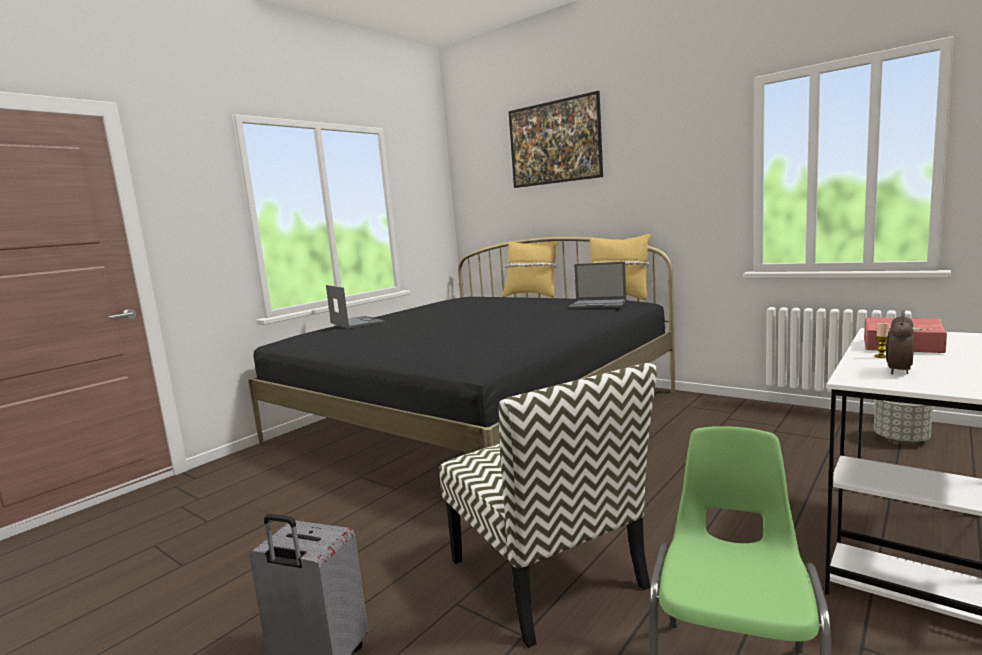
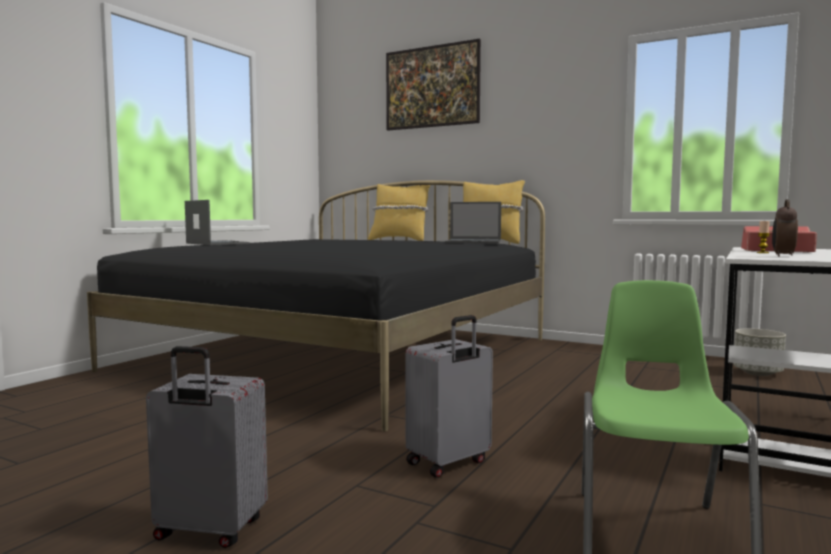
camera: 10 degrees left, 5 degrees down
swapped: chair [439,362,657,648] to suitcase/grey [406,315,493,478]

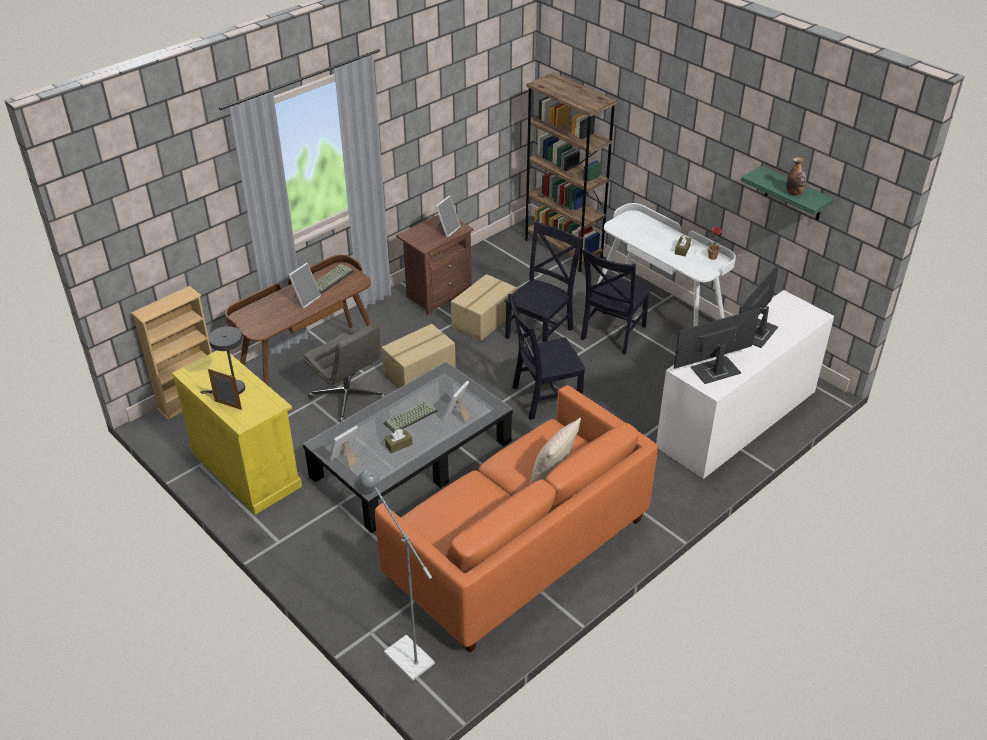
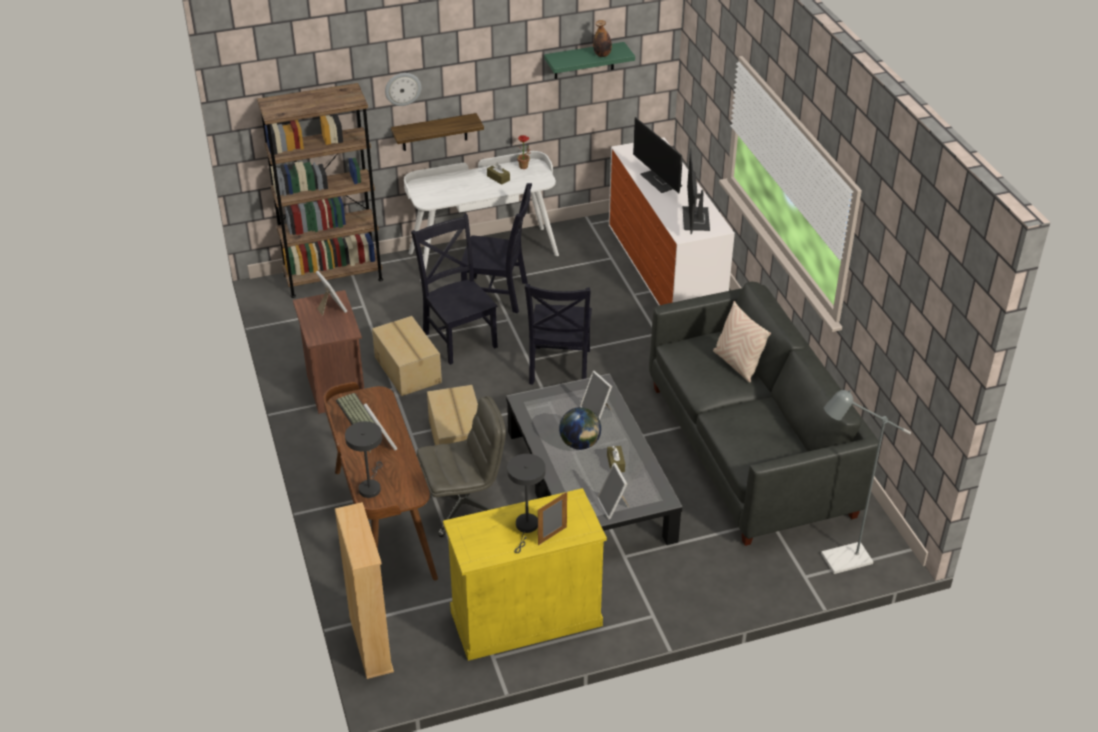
camera: 65 degrees left, 0 degrees up
new: table lamp/grey [345,421,383,498]; wall clock [385,73,421,106]; shelf [391,113,484,151]
swapped: keyboard [384,400,438,433] to globe [559,407,601,450]
repainted: sofa/orange [375,385,658,653] to sofa/grey [649,282,879,546]
rotated: chair/black [581,248,651,354] = [460,183,532,313] 45 degrees counterclockwise

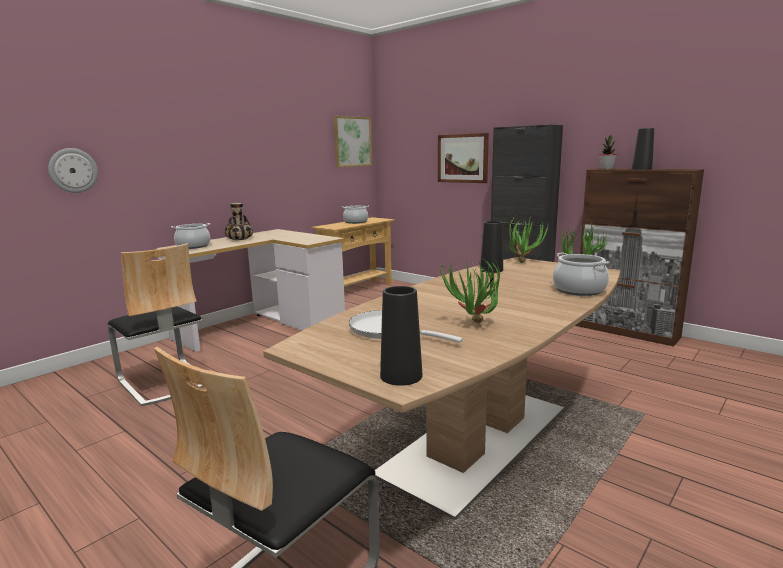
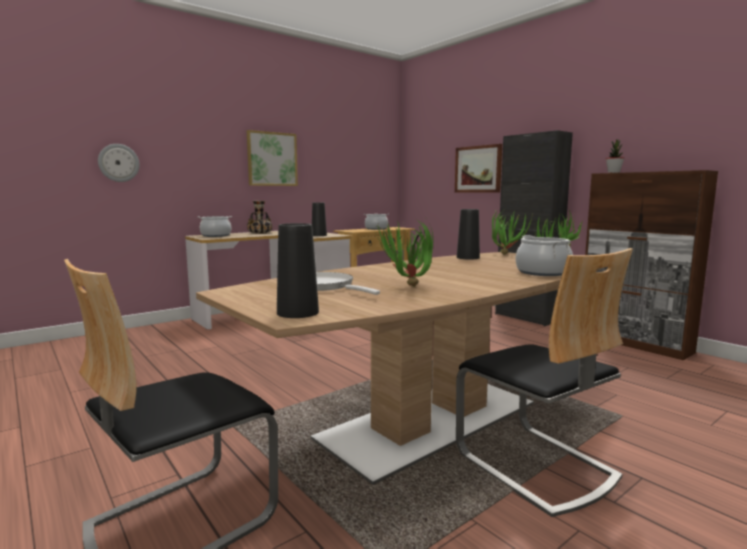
camera: 10 degrees right, 5 degrees down
shifted: chair [108,243,205,406] to [456,248,633,517]; picture [333,116,372,167] to [247,130,298,186]; vase/black [632,128,654,170] to [312,202,327,236]

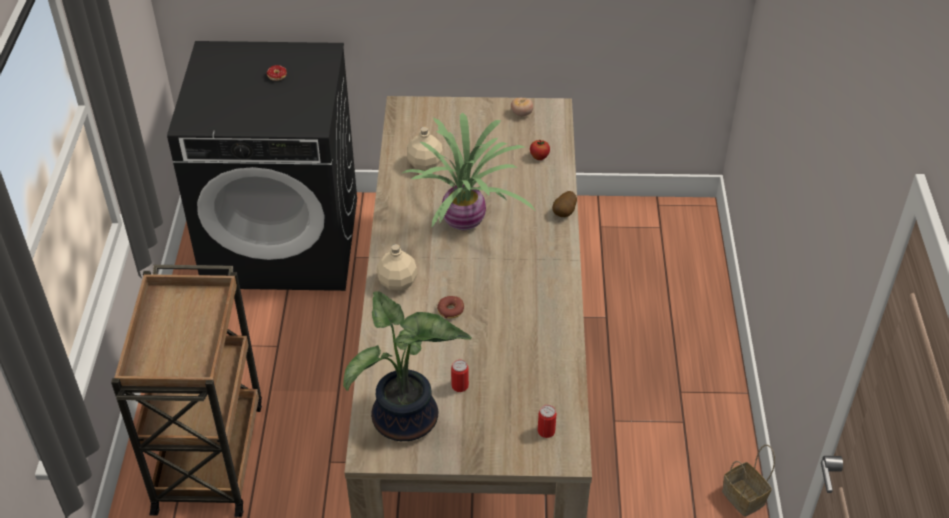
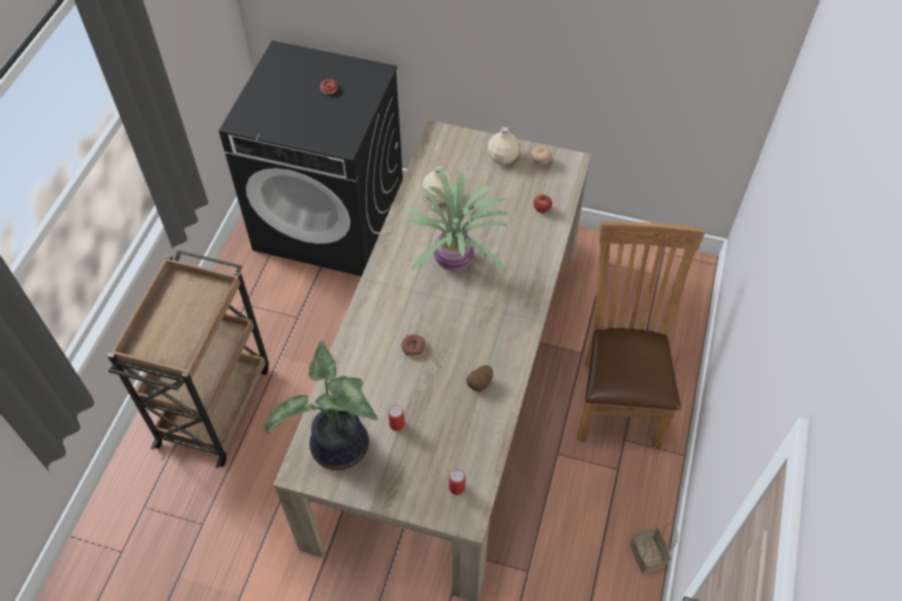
camera: 15 degrees right, 10 degrees up
new: chair/brown [577,221,705,448]
shifted: bottle/beige [377,244,418,291] to [488,127,519,165]; potato [552,191,577,217] to [466,365,493,391]

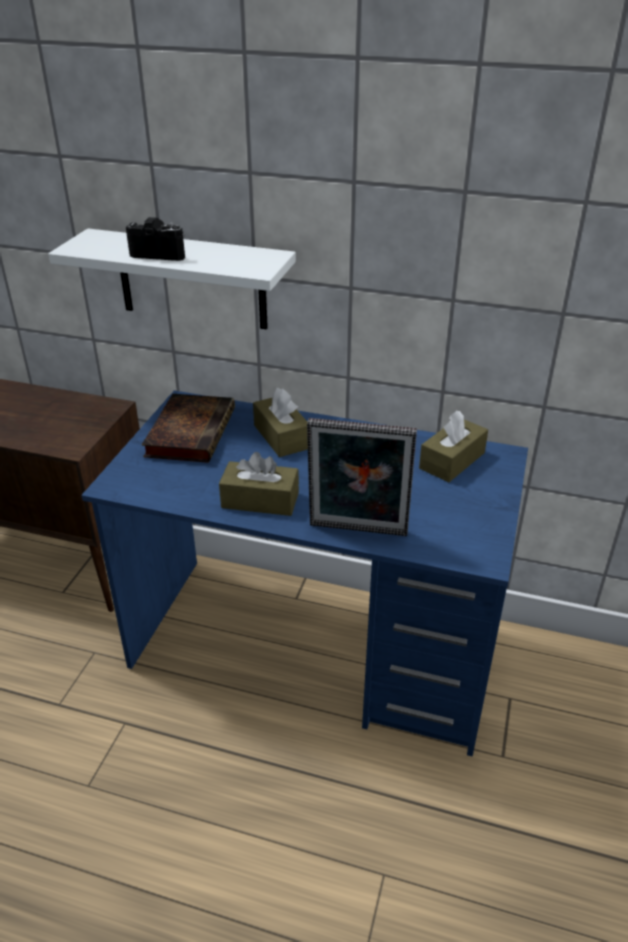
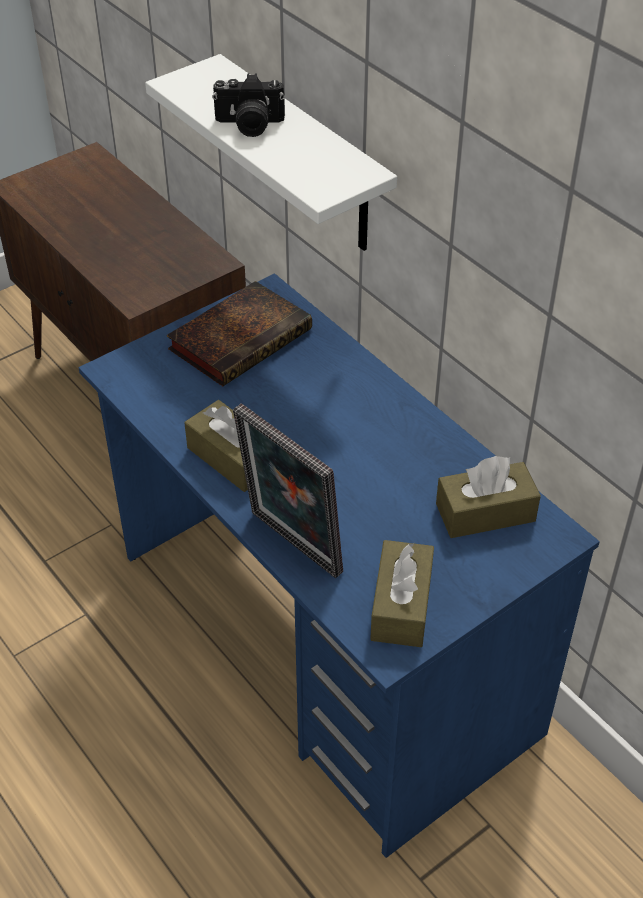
camera: 35 degrees right, 10 degrees up
shifted: tissue box/brown [253,388,308,457] to [370,540,434,647]
rotated: photo camera [126,217,185,261] = [212,74,285,137] 135 degrees clockwise

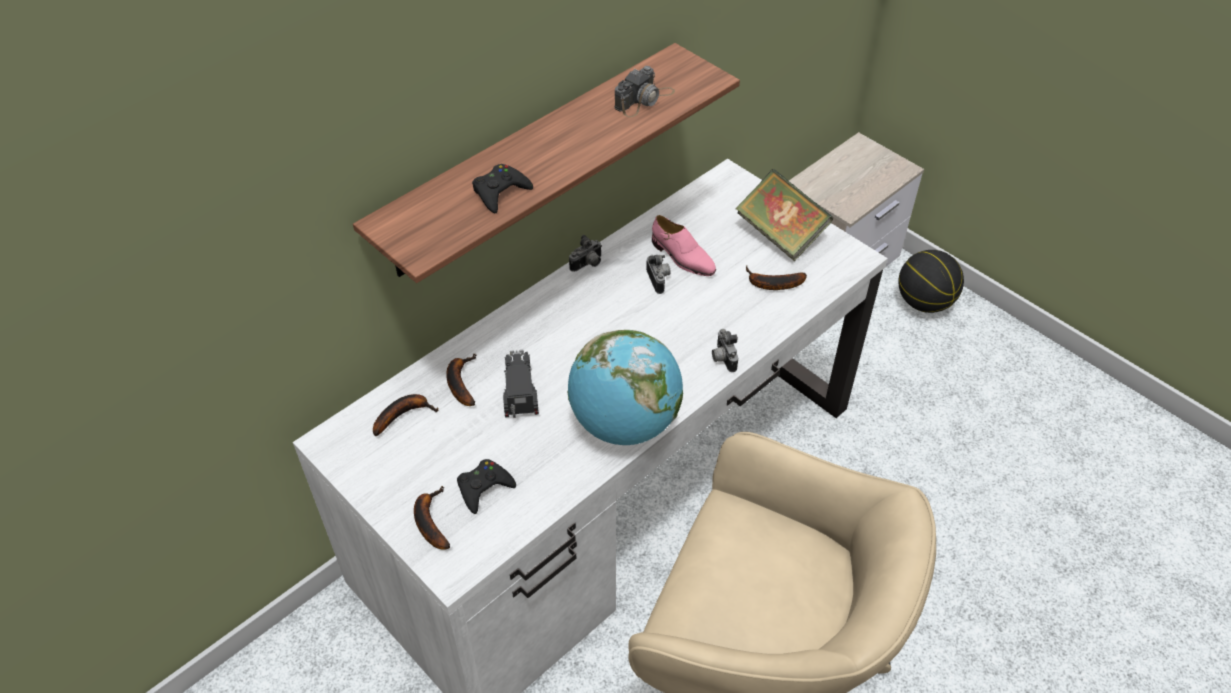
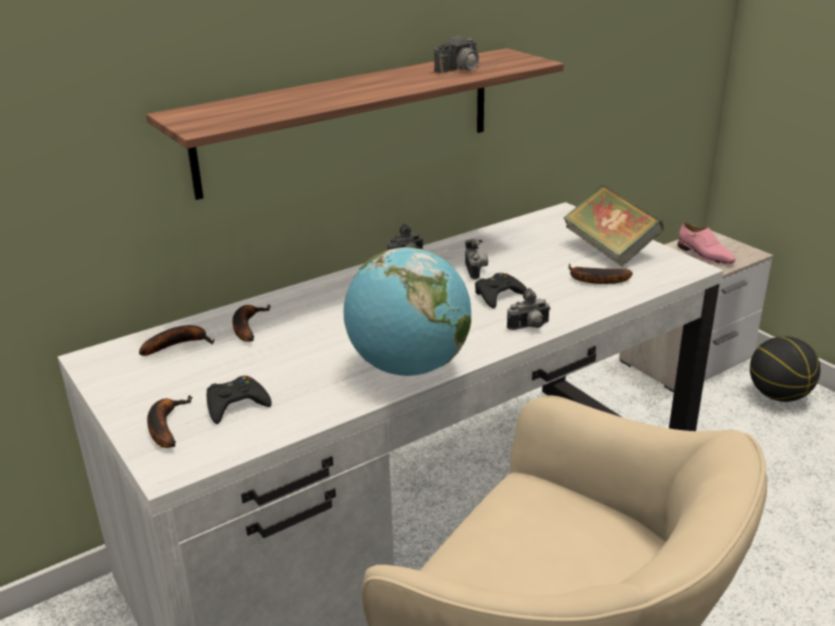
camera: 10 degrees right, 20 degrees down
gone: toy truck [503,350,539,418]
shifted: game controller/black [472,164,533,213] to [475,273,527,309]; shoe/pink [652,215,716,276] to [678,222,735,264]
rotated: photo camera [712,329,738,372] = [507,288,550,330] 105 degrees counterclockwise

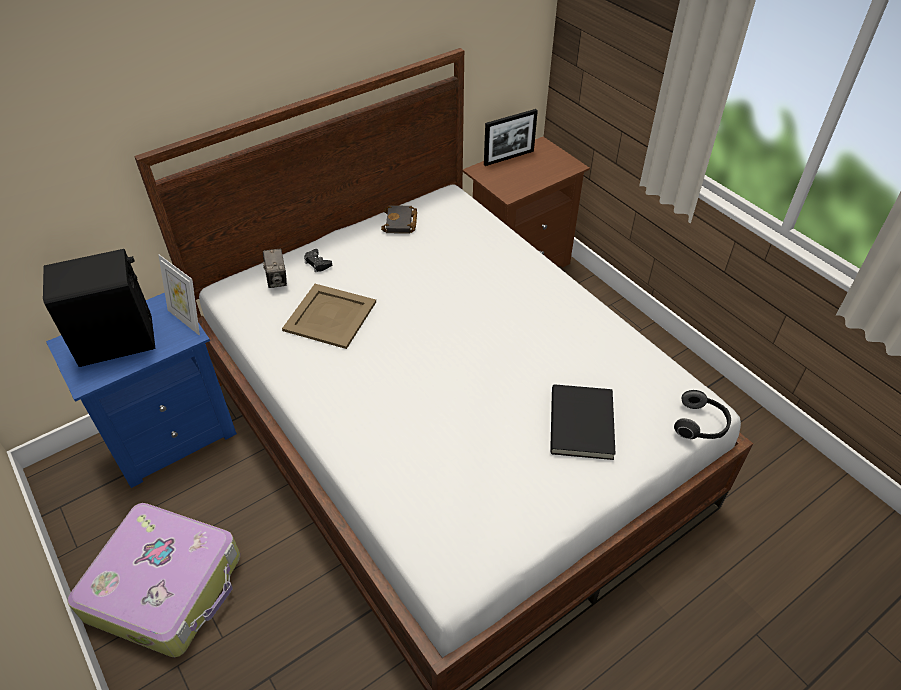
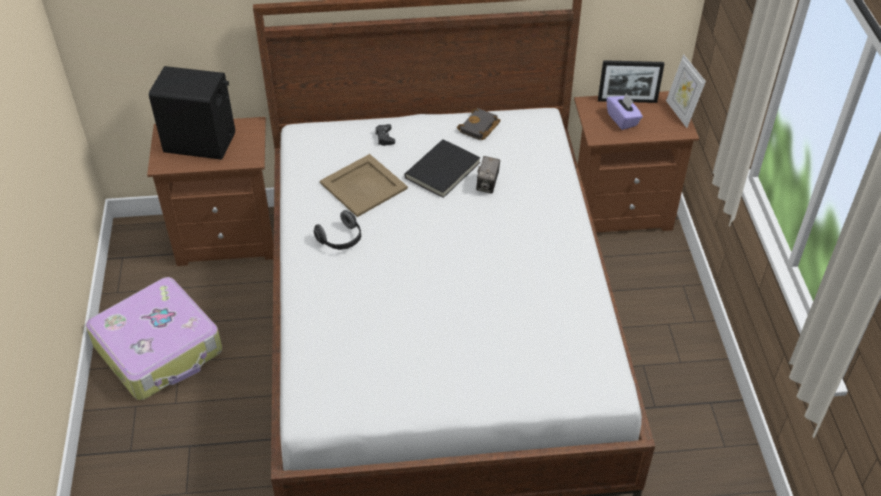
camera: 30 degrees right, 0 degrees up
new: tissue box/purple [606,93,643,130]
shifted: picture frame [158,254,200,336] to [666,54,706,128]; photo camera [263,249,287,288] to [476,156,500,194]; book/black [550,384,616,460] to [404,139,480,198]; headphones [674,390,731,439] to [313,210,361,250]
repainted: nightstand/blue [46,293,237,488] to nightstand/brown [147,117,274,266]

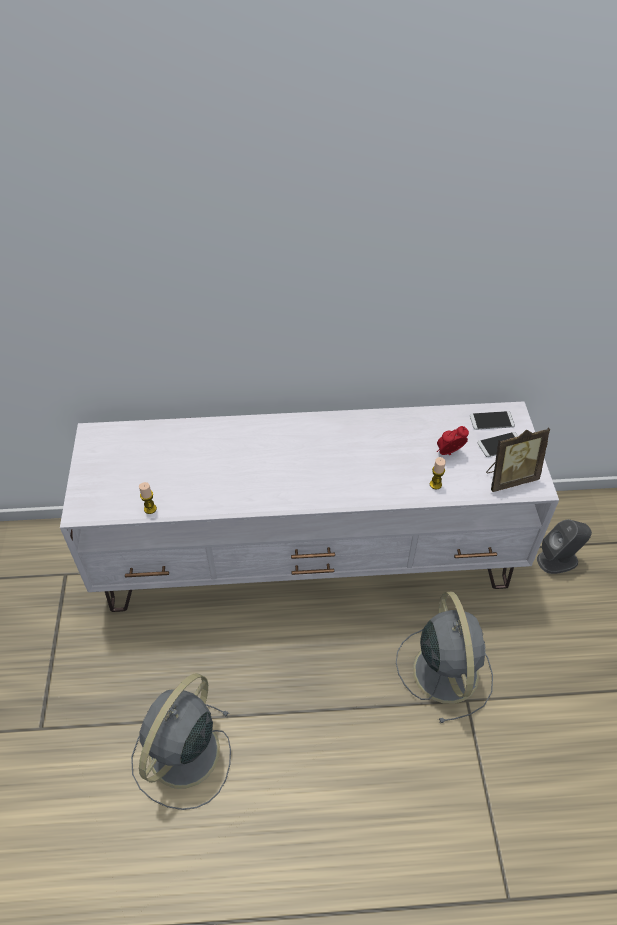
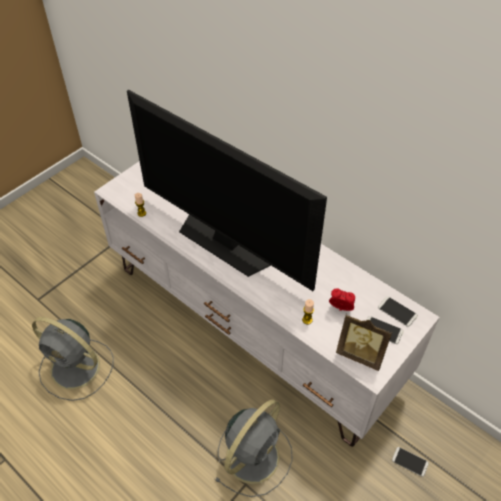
camera: 45 degrees right, 0 degrees up
new: television [127,90,327,291]
swapped: speaker/grey [537,519,592,574] to phone [392,447,429,477]
rotated: fan/grey [131,673,231,810] = [32,317,114,401] 135 degrees counterclockwise

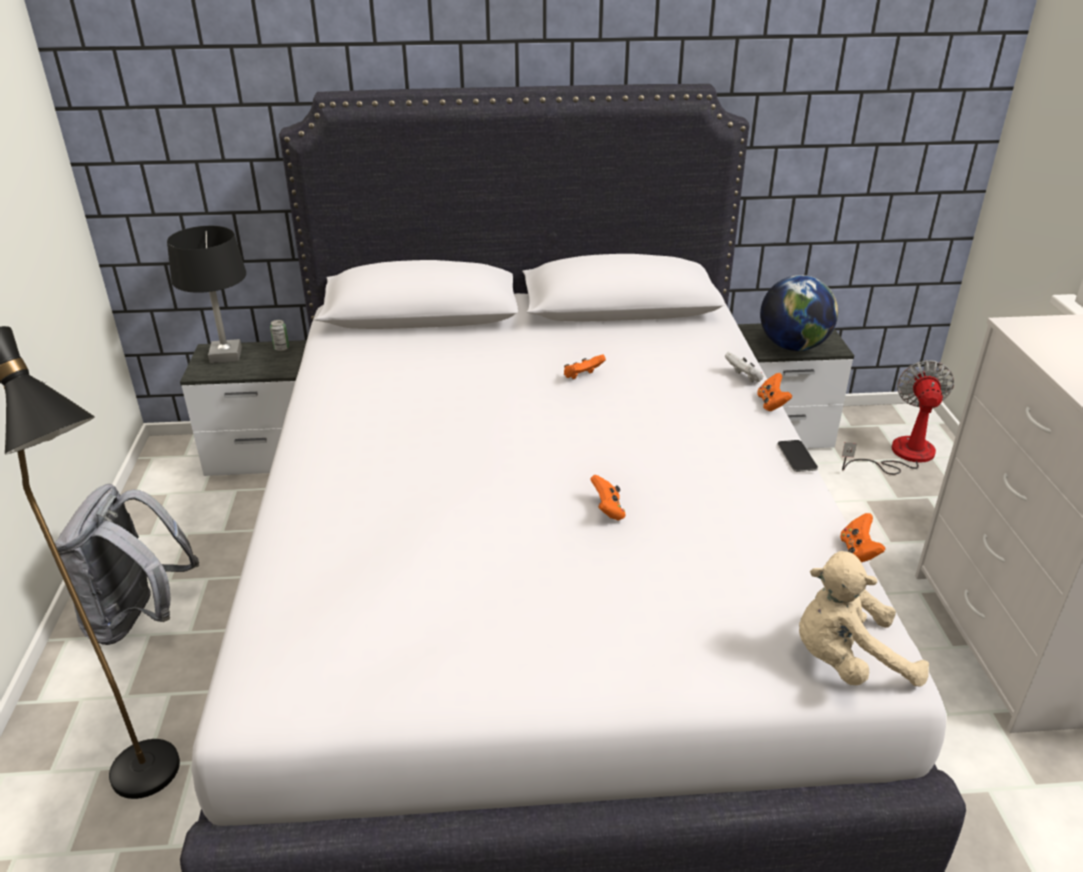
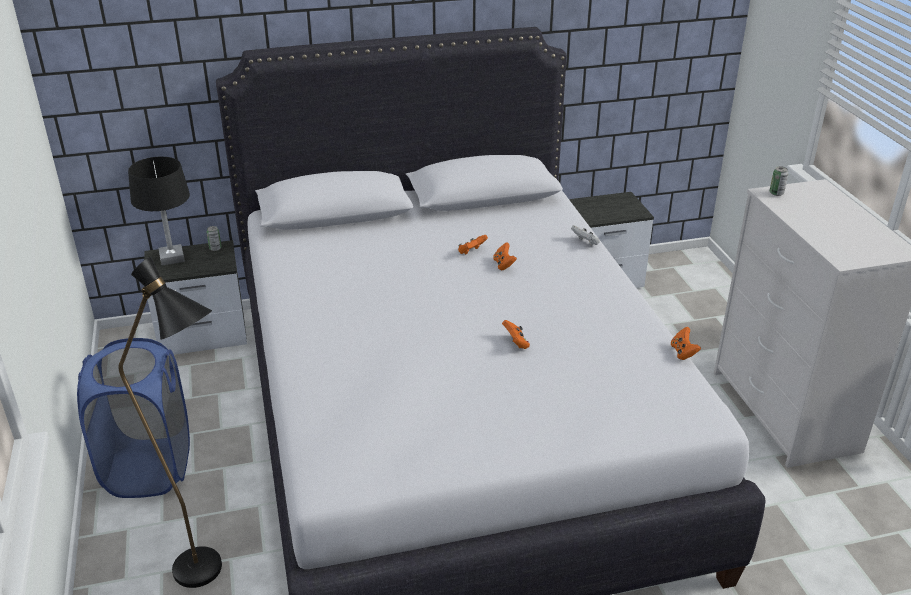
camera: 10 degrees left, 0 degrees up
gone: globe [760,275,838,351]; phone [778,440,818,472]; plush toy/beige [799,551,929,687]; fan [842,360,954,475]
new: can [770,166,789,196]
shifted: game controller/orange [757,373,792,411] to [493,242,517,270]
swapped: backpack/grey [53,484,199,645] to laundry basket/blue [77,338,190,498]

